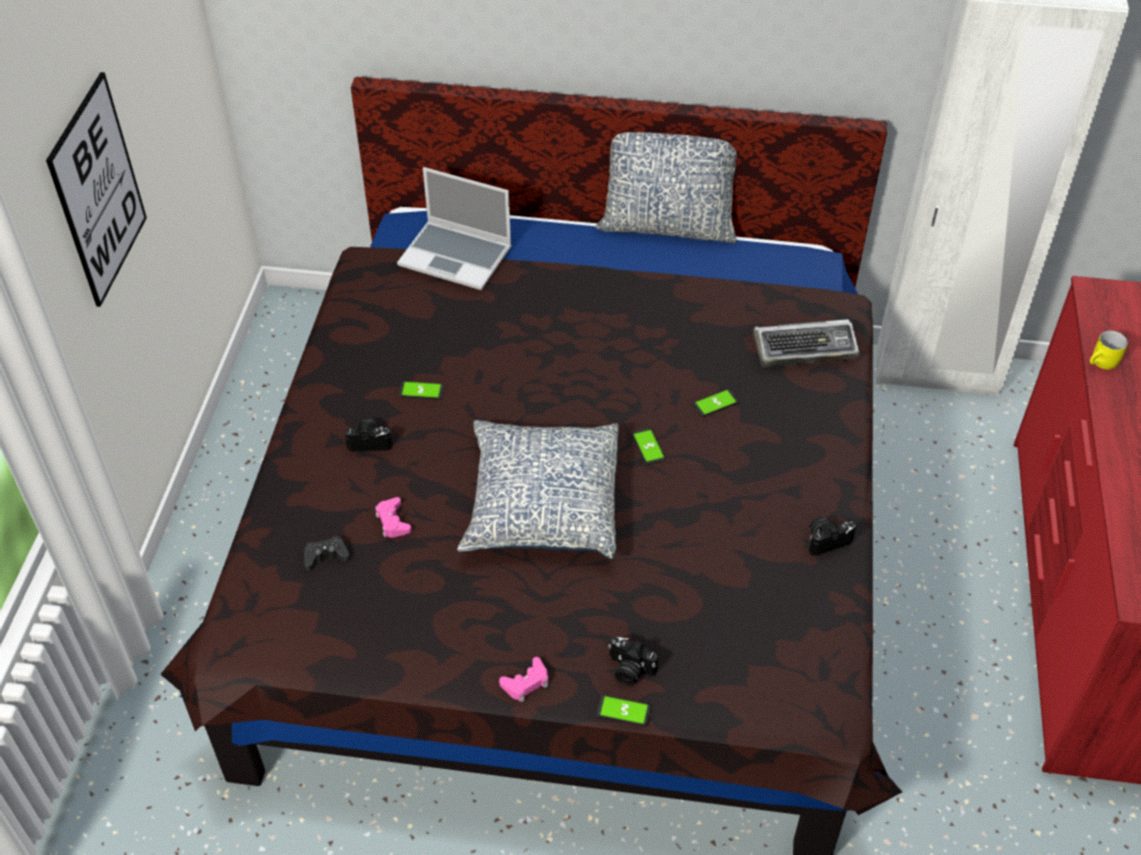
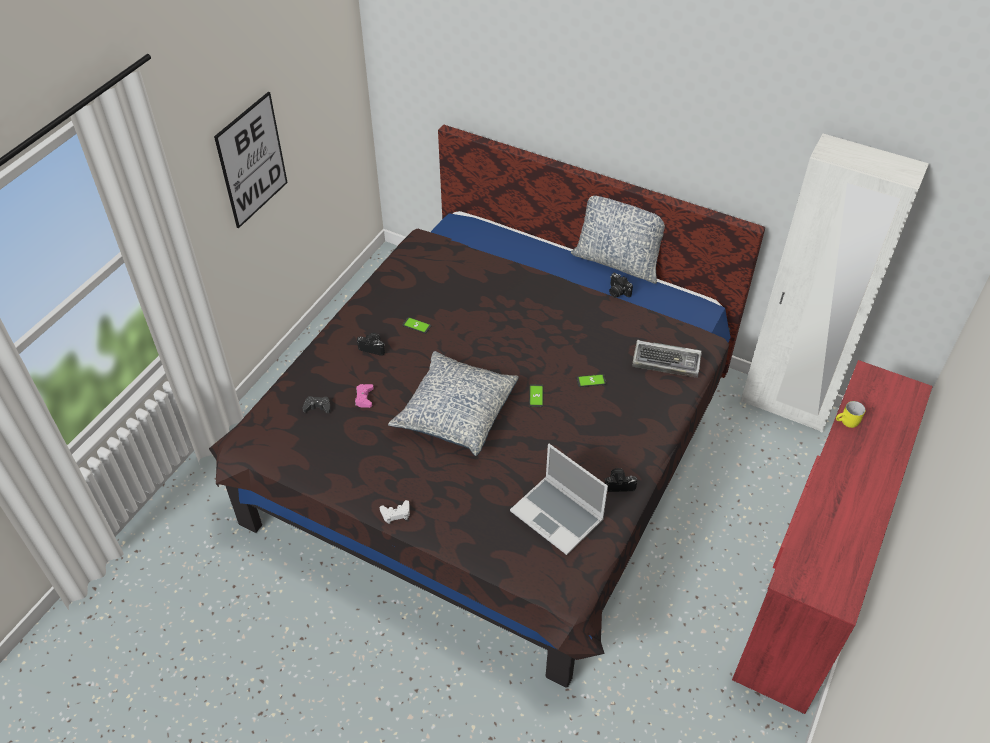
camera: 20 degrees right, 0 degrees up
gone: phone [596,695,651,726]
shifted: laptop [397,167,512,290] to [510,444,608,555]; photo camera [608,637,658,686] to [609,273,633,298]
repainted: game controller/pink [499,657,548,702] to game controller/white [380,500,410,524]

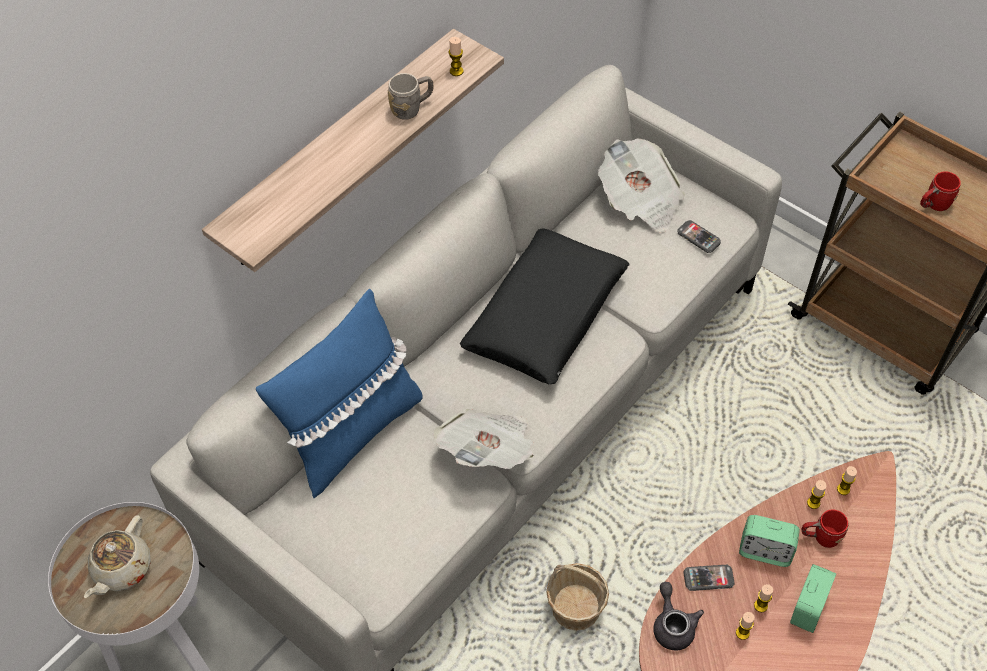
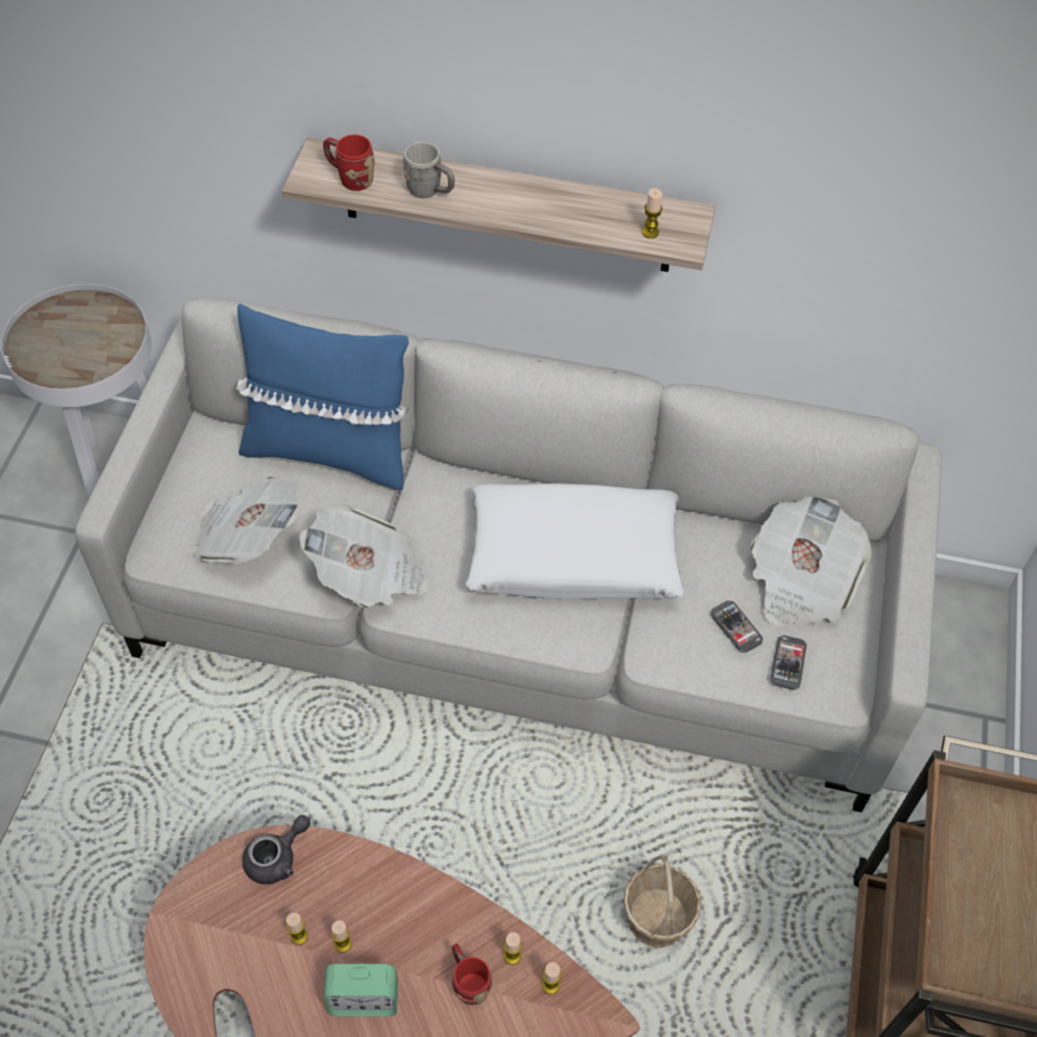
camera: 60 degrees right, 0 degrees up
gone: teapot/beige [84,515,151,598]; alarm clock [739,515,800,567]
new: newspaper [193,476,299,564]
shifted: mug/grey [388,73,433,120] to [403,142,455,198]; basket [546,563,609,631] to [623,855,701,948]; phone [683,565,735,591] to [711,601,763,653]; mug/red [920,171,961,211] to [323,134,375,191]
repainted: pillow/black [460,229,629,385] to pillow/white [465,483,684,599]

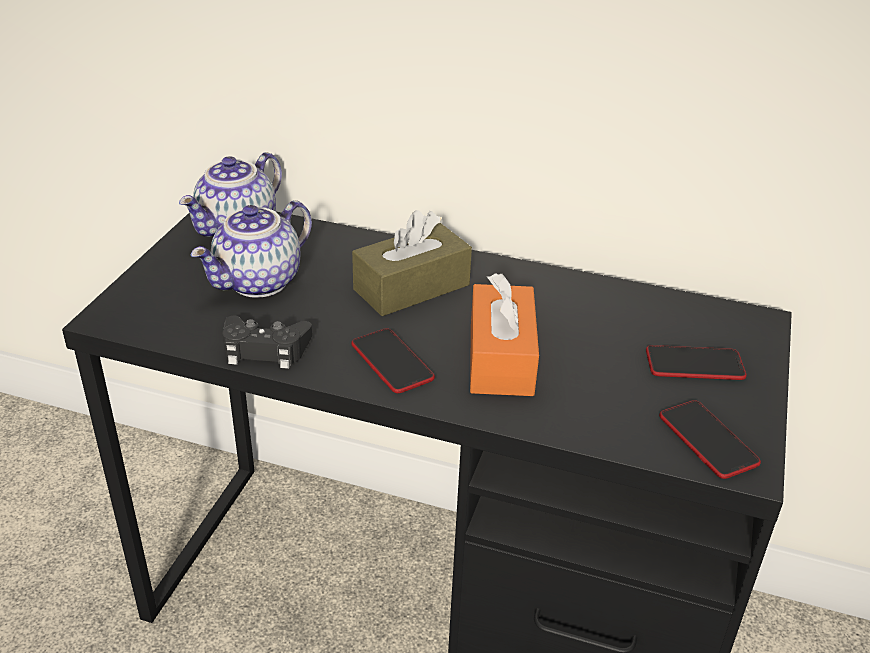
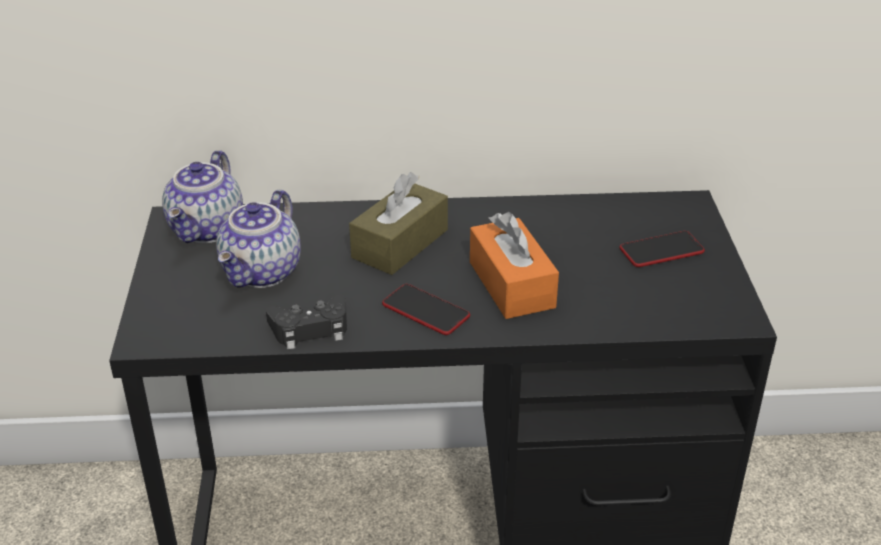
camera: 20 degrees left, 0 degrees up
gone: phone [659,400,761,479]

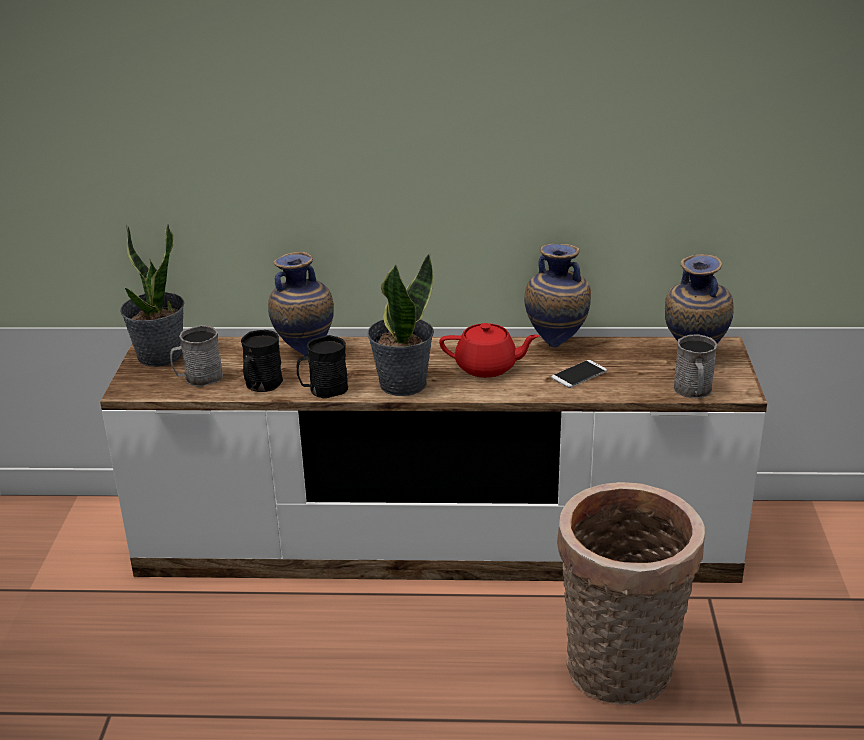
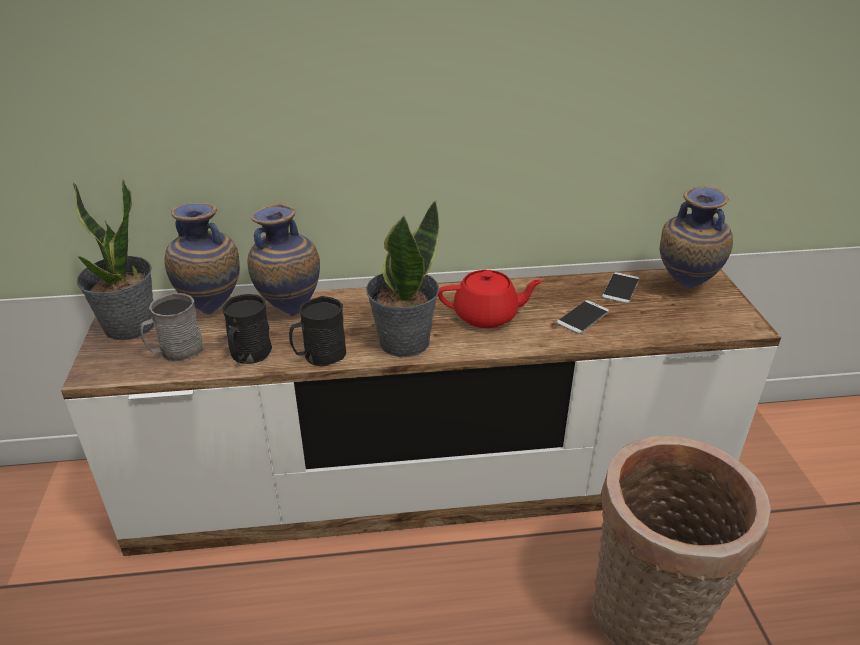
camera: 10 degrees left, 5 degrees up
gone: mug/grey [674,334,717,398]
new: phone [602,272,639,304]
shifted: vase [525,244,591,348] to [164,203,240,314]

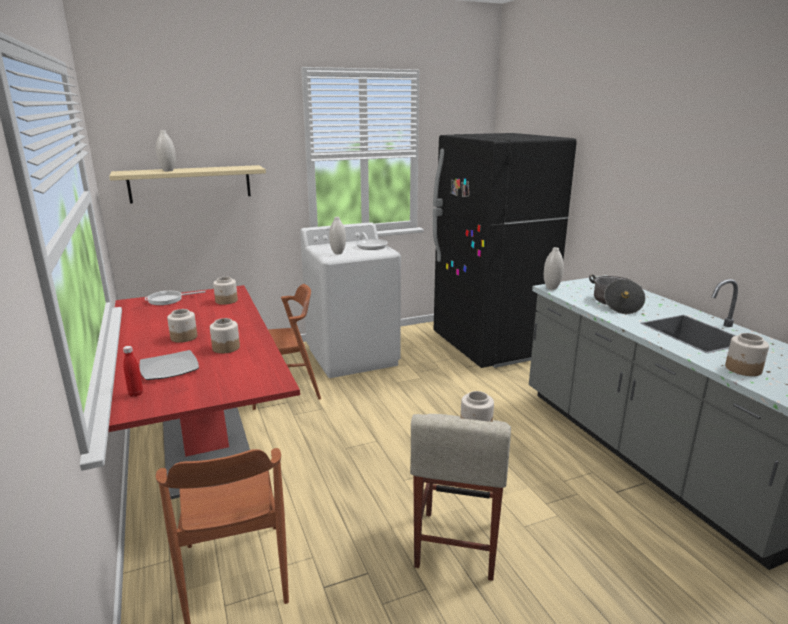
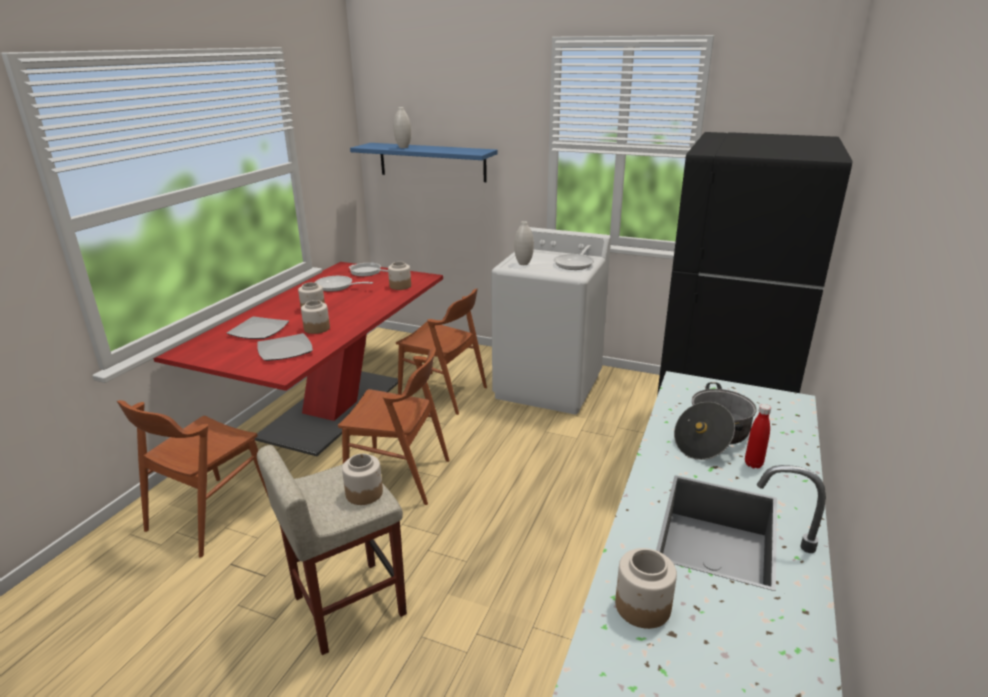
camera: 45 degrees right, 5 degrees up
gone: vase/white [544,247,564,290]
new: plate [257,333,313,361]; frying pan [315,276,373,292]; chair/brown [338,347,449,505]
shifted: bottle/red [123,346,143,397] to [745,404,771,468]
repainted: shelf/beige [109,165,266,203] to shelf/blue [350,143,498,182]

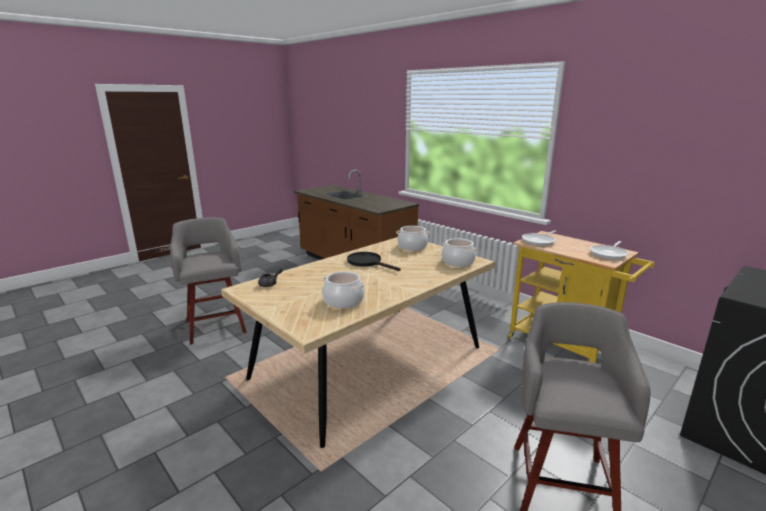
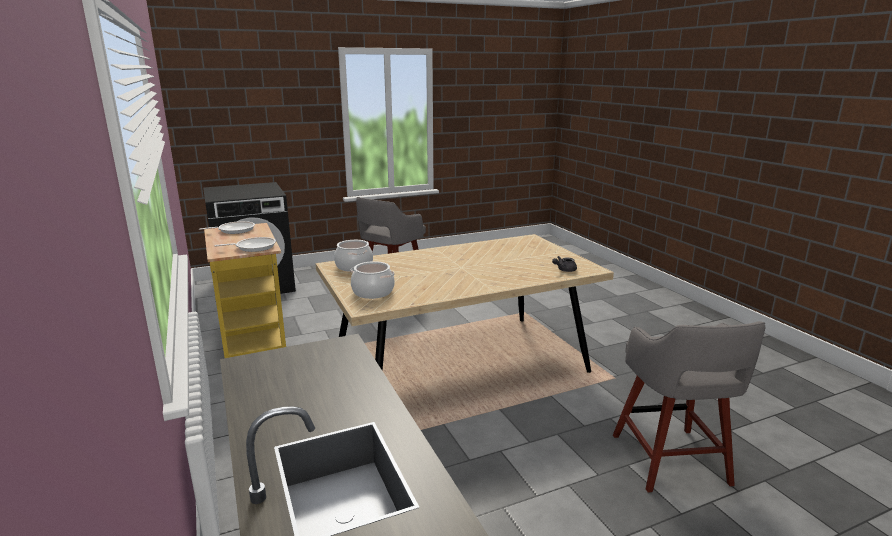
camera: 160 degrees left, 0 degrees up
gone: cooking pot [322,271,364,309]; frying pan/black [347,252,401,271]

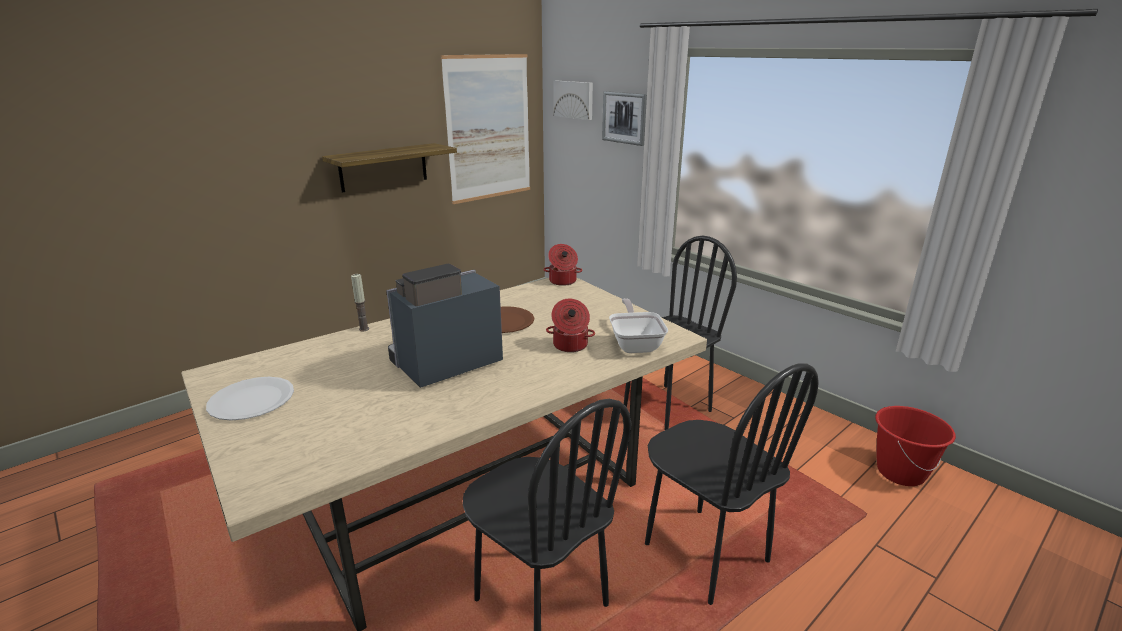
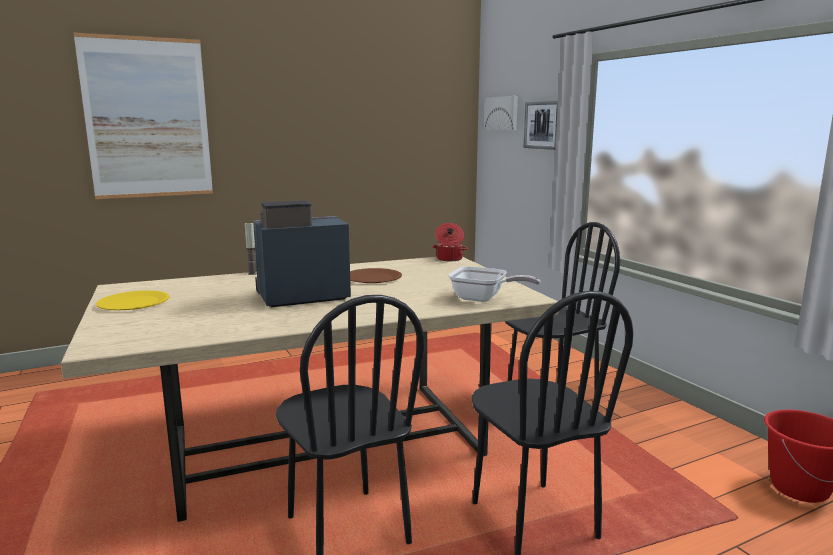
camera: 15 degrees right, 10 degrees down
gone: shelf [322,143,457,193]; cooking pot [546,299,595,352]
shifted: picture [441,54,530,204] to [73,32,213,199]
repainted: plate/white [206,377,294,421] to plate/yellow [96,290,170,310]
rotated: frying pan [609,298,668,353] = [448,266,540,302] 105 degrees clockwise

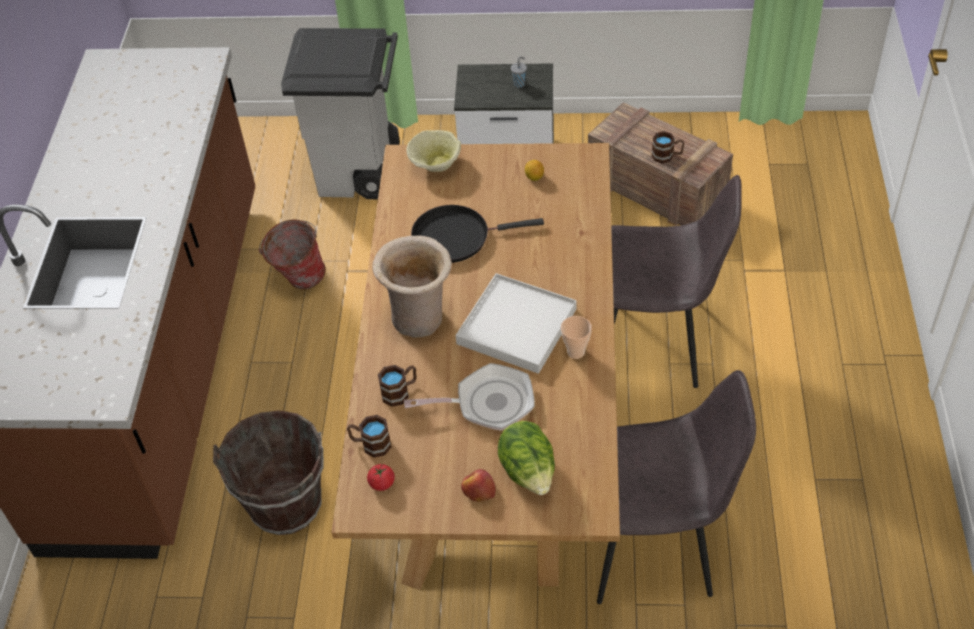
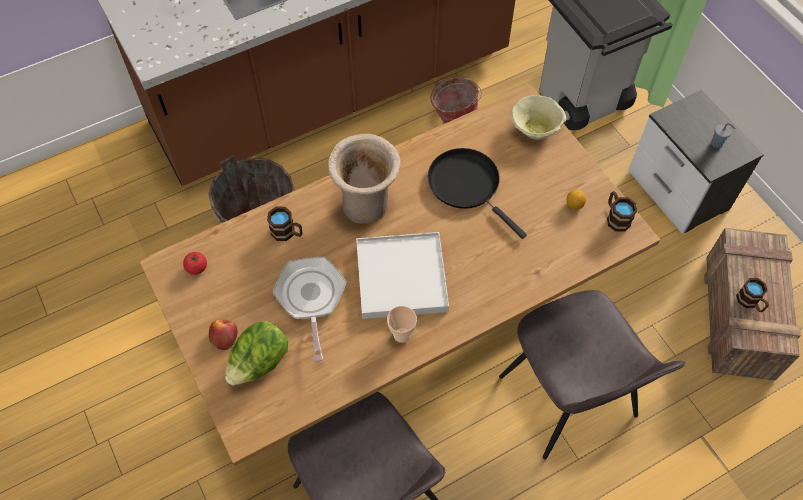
camera: 55 degrees right, 10 degrees up
shifted: mug/brown [347,415,391,458] to [607,191,637,232]
rotated: frying pan [404,363,535,431] = [273,257,347,362] 150 degrees counterclockwise

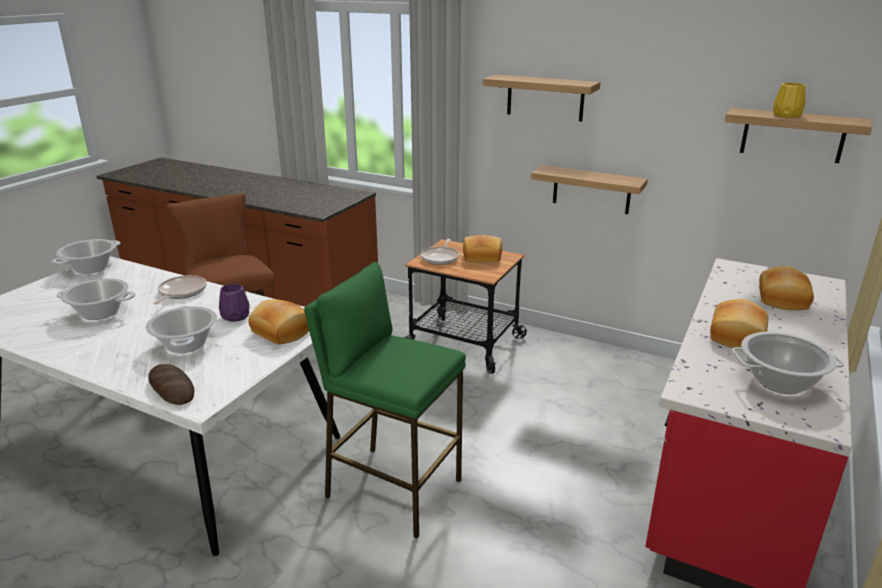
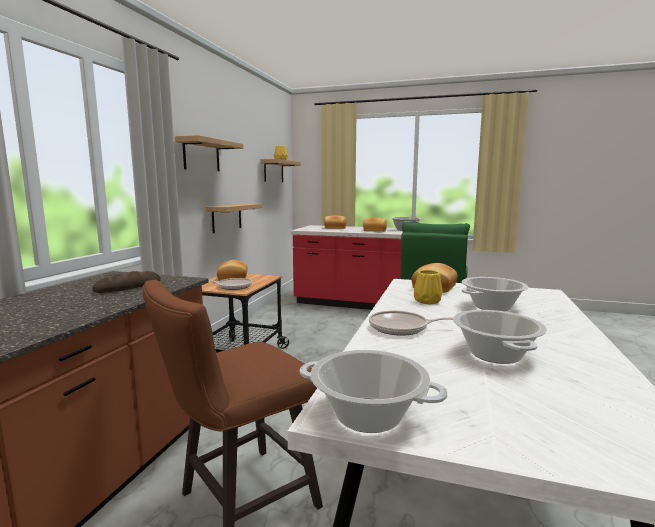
camera: 100 degrees left, 15 degrees down
shifted: bread [148,364,194,405] to [93,271,161,293]
repainted: vase/purple [219,284,250,322] to vase/yellow [414,270,443,304]

